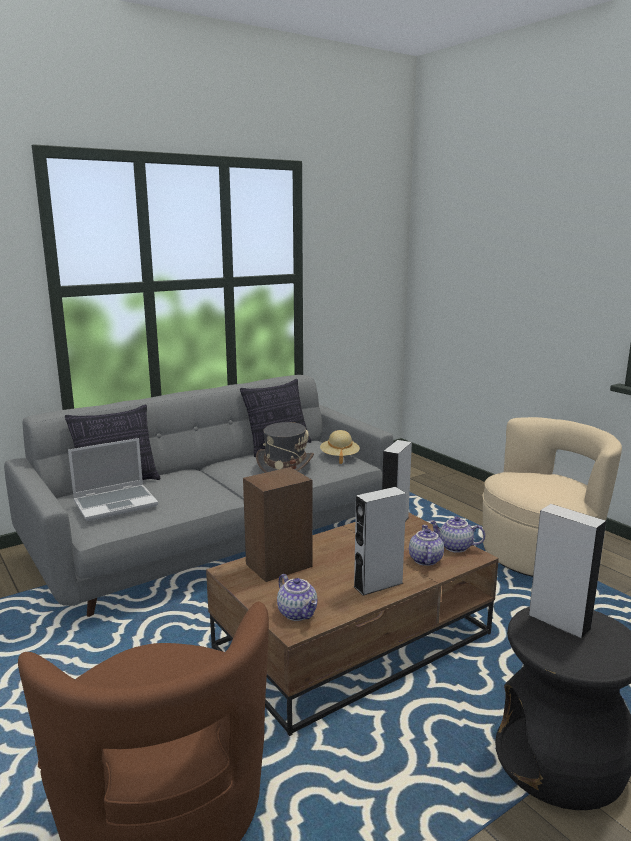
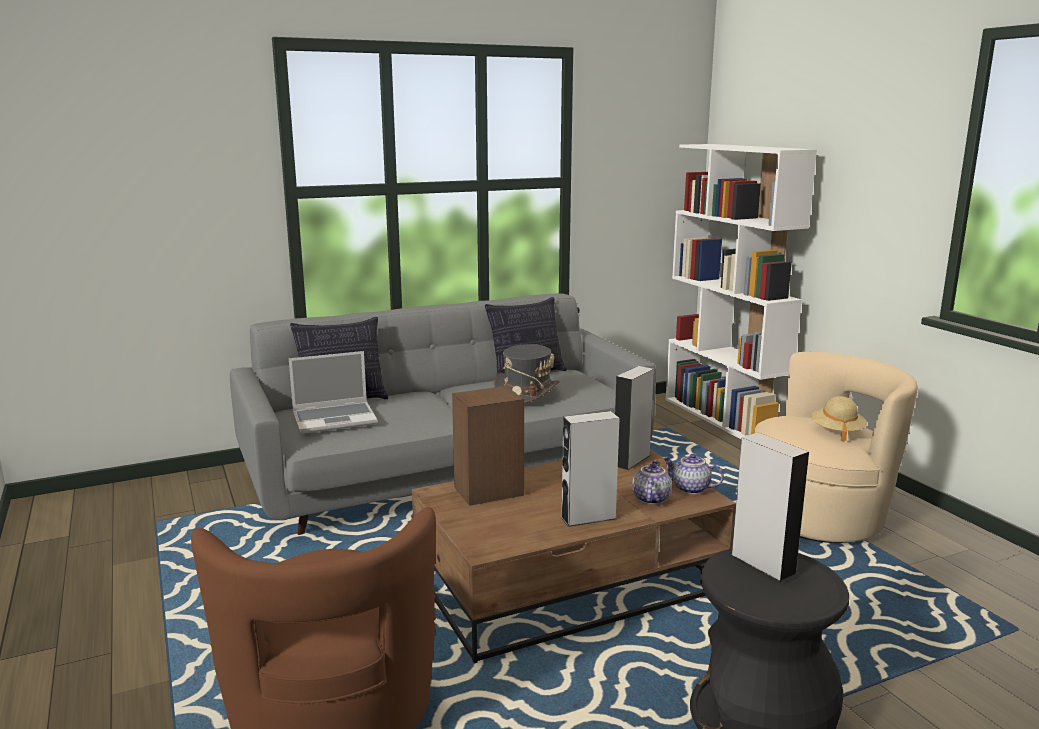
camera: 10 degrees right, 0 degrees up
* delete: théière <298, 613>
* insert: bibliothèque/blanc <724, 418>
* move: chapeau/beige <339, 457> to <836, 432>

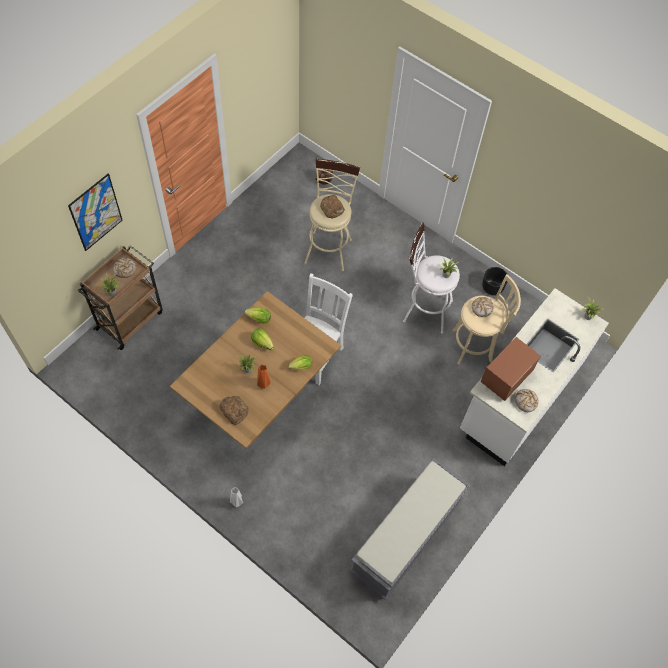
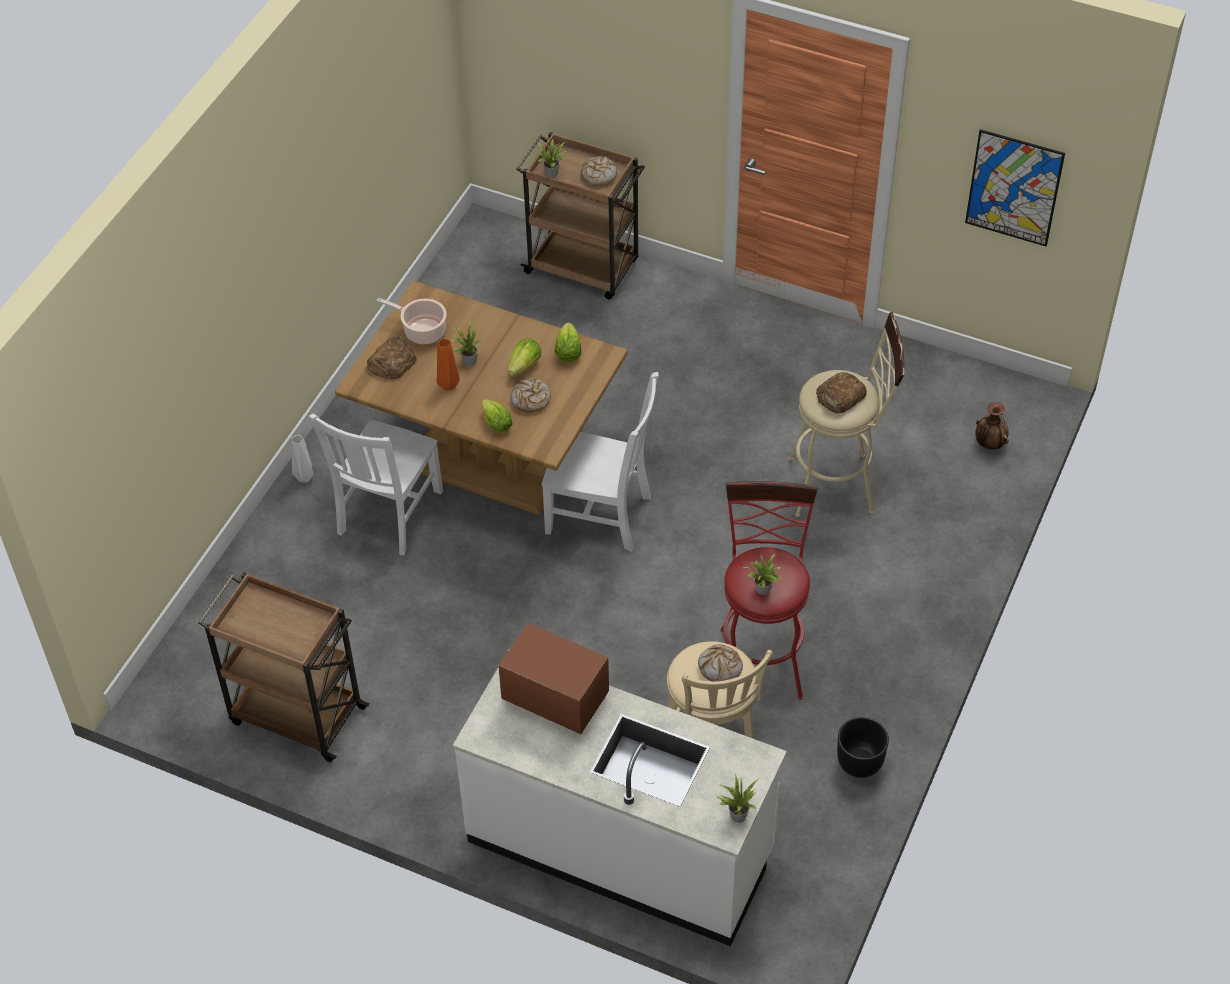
camera: 80 degrees right, 10 degrees down
* insert: chaise/blanc <388, 515>
* insert: marmite <422, 331>
* move: tableau <96, 212> to <1014, 188>
* move: pain <525, 402> to <530, 400>
* replace: banc/gris <406, 537> to chariot/marron <295, 714>
* recolor: tabouret/blanc <423, 309> to tabouret/rouge <761, 655>

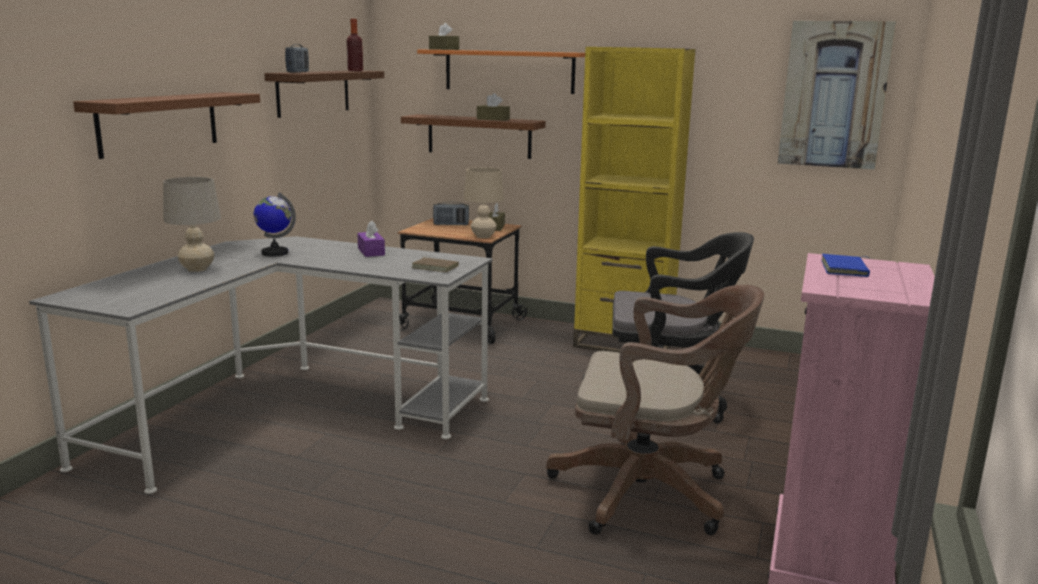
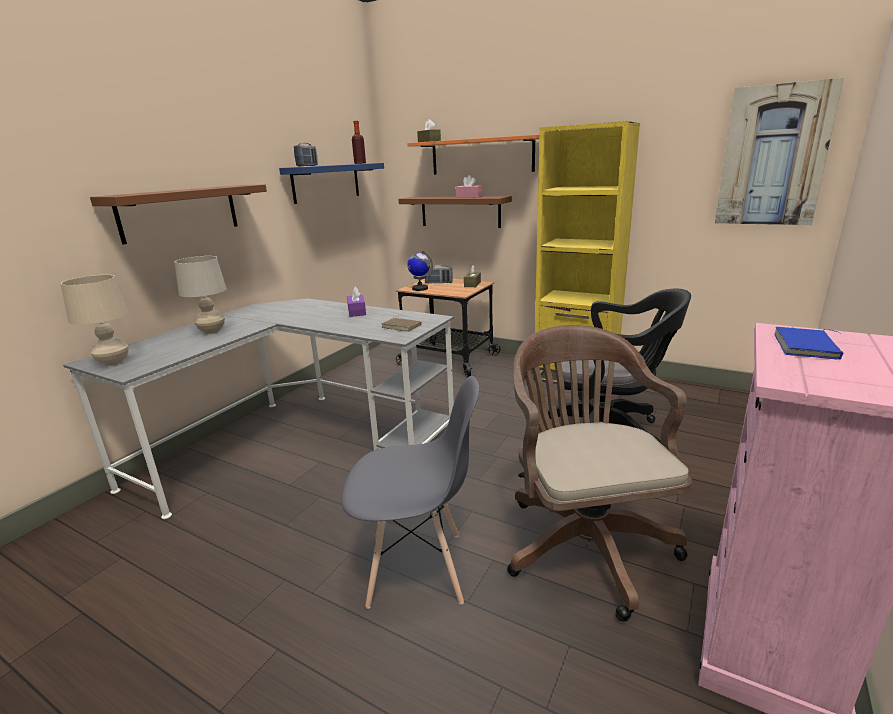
camera: 10 degrees right, 5 degrees up
* insert: chaise/gris <417, 569>
* move: globe <274, 253> to <420, 288>
* move: lampe de table/beige <483, 236> to <113, 362>
* recolor: étagère/marron <313, 92> to étagère/bleu <326, 182>
* recolor: boîte à mouchoirs/marron <493, 119> to boîte à mouchoirs/rose <469, 197>
* rotate: chaise de bureau/marron <650, 493> = <584, 540> 120 degrees counterclockwise

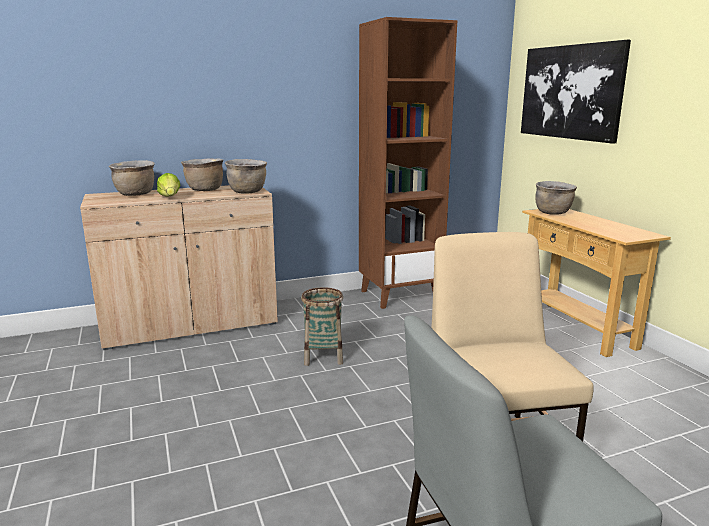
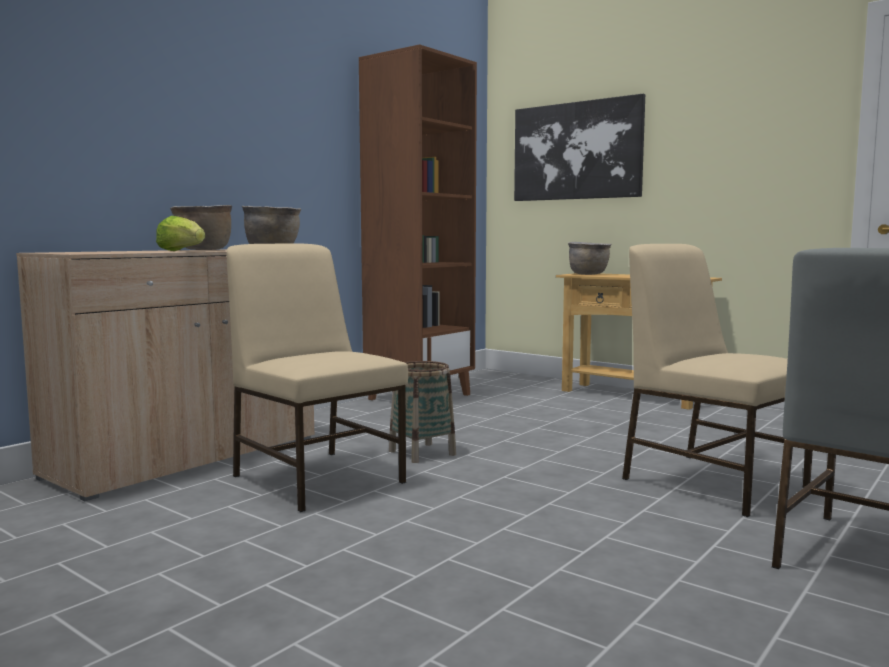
camera: 30 degrees left, 10 degrees down
* delete: marmite/marron <135, 194>
* insert: chaise/beige <317, 478>

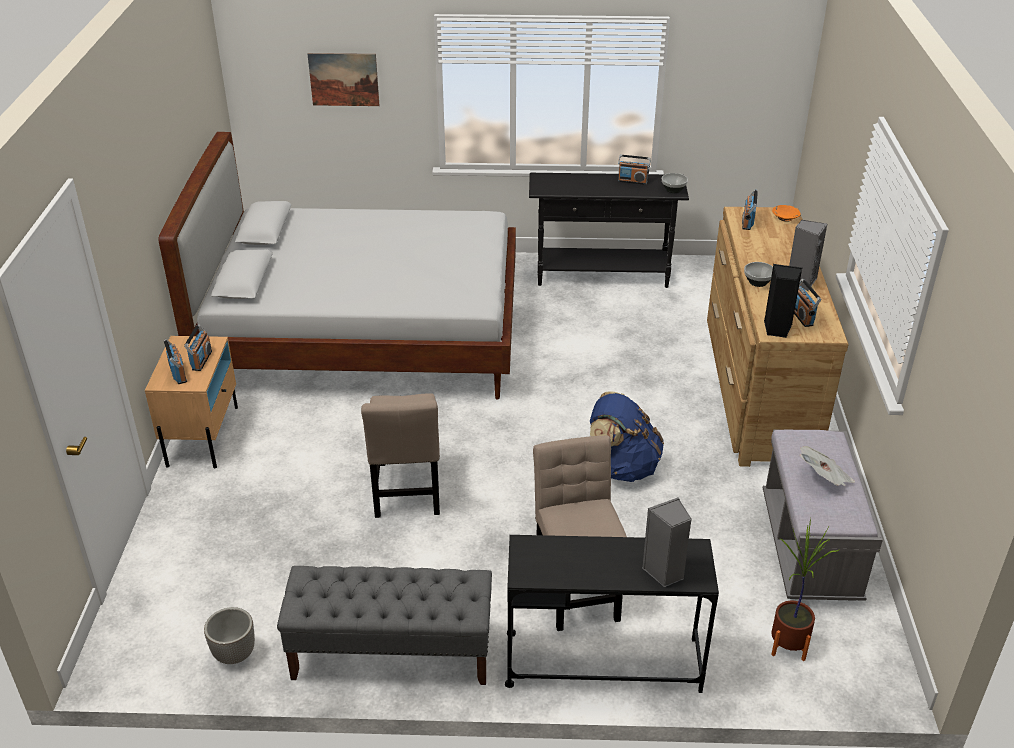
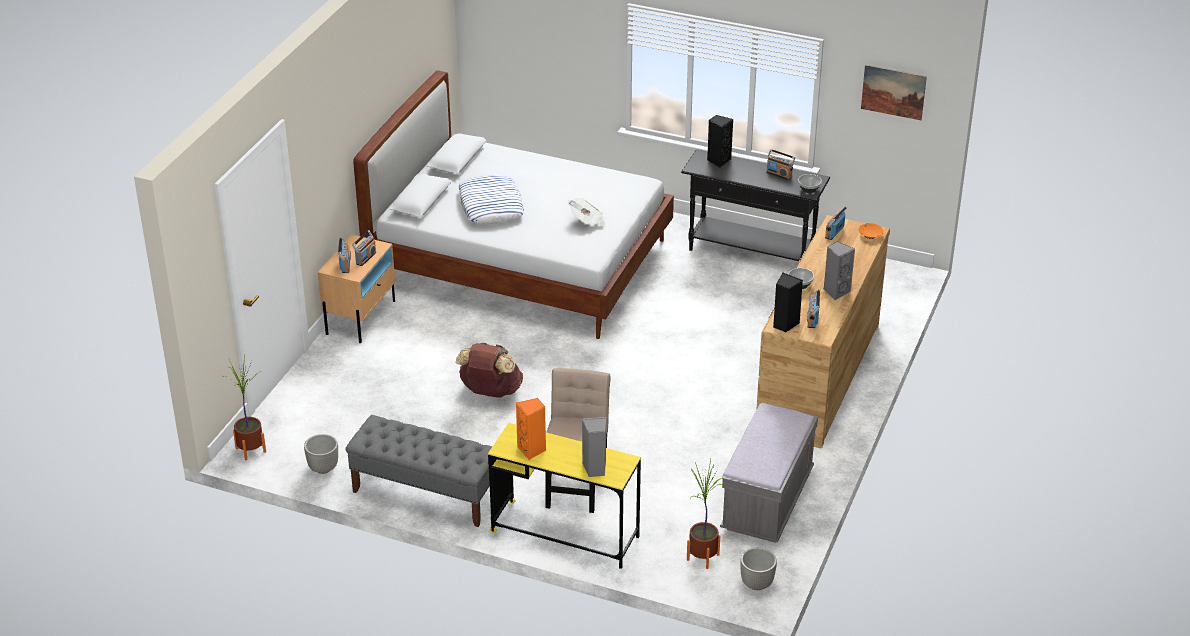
camera: 20 degrees right, 0 degrees up
* delete: sac à dos/bleu <622, 466>
* insert: plante en pot <250, 450>
* insert: coussin <491, 205>
* insert: enceinte/orange <532, 450>
* insert: enceinte/noir <718, 160>
* insert: cache-pot <756, 584>
* move: tableau <344, 79> to <893, 92>
* move: journal <824, 479> to <587, 221>
* replace: chaise/beige <407, 492> to sac à dos/marron <490, 392>
* recolor: bureau/noir <603, 663> to bureau/jaune <565, 534>

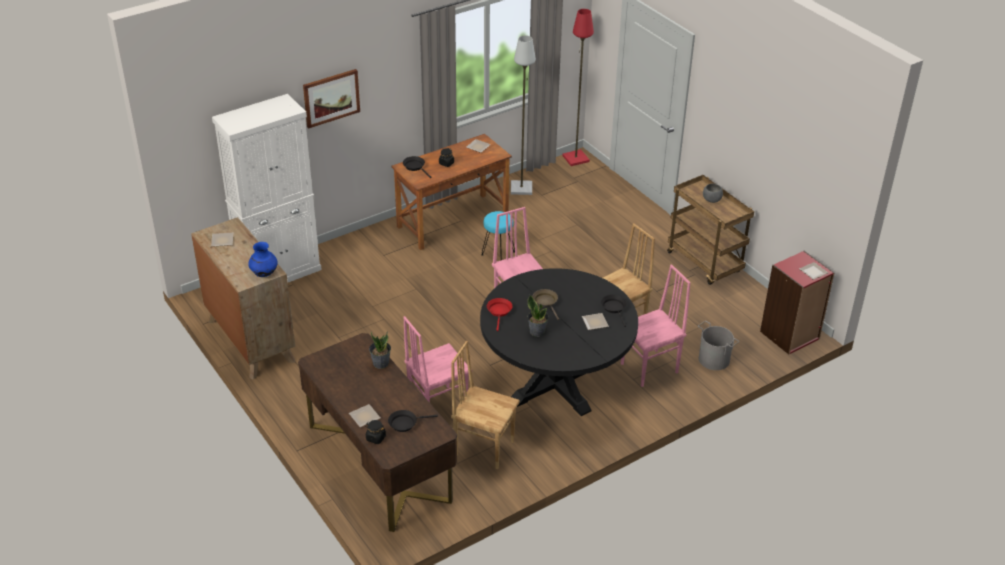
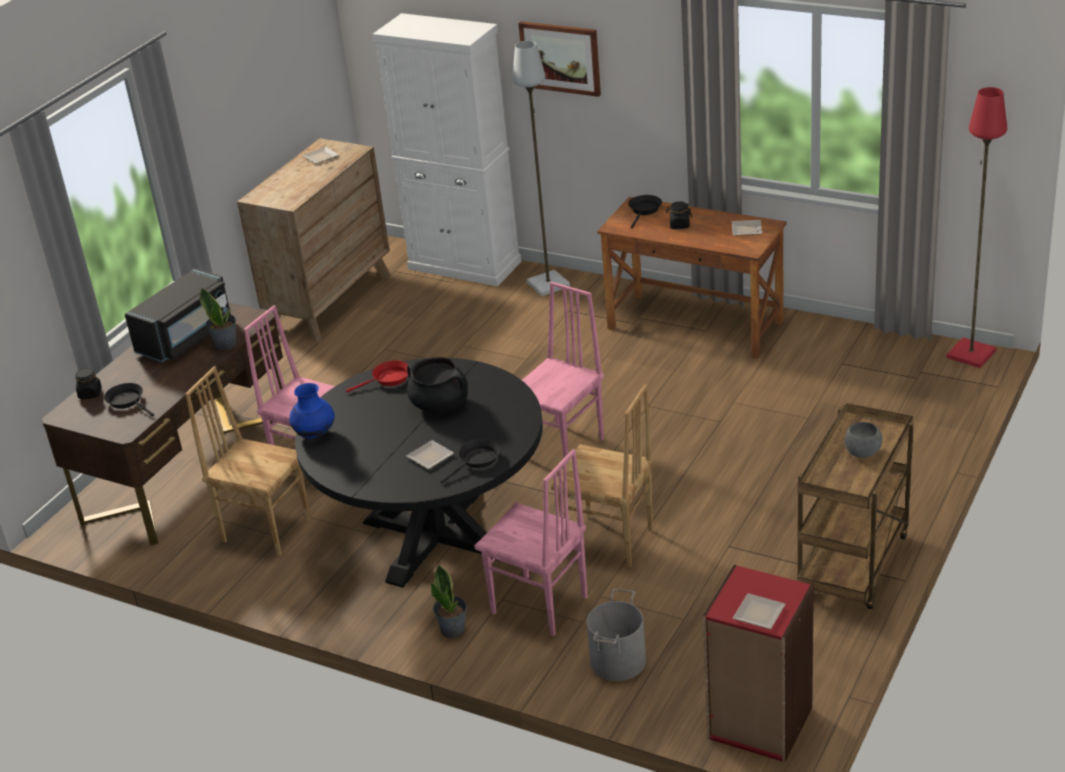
camera: 65 degrees right, 5 degrees down
* delete: assiette <363, 417>
* delete: tabouret/turquoise <498, 253>
* insert: micro-ondes/noir <186, 337>
* move: vase/bleu <264, 273> to <315, 434>
* move: lampadaire/gris <521, 188> to <549, 284>
* move: plante en pot <537, 331> to <453, 629>
* replace: poêle/marron <546, 303> to marmite/noir <440, 405>
* rotate: chaise/marron <484, 447> = <266, 529> 60 degrees counterclockwise

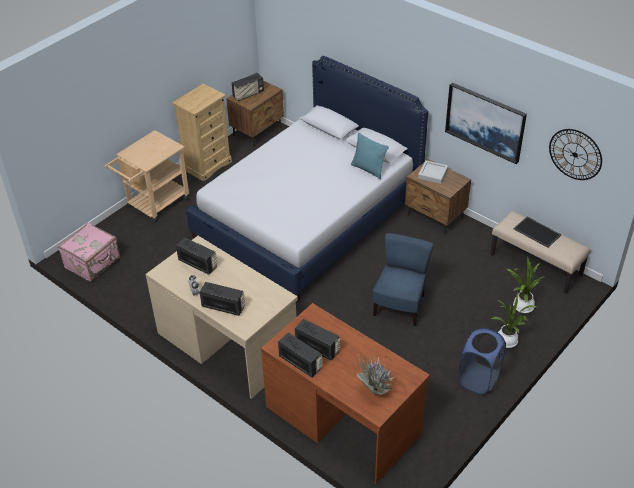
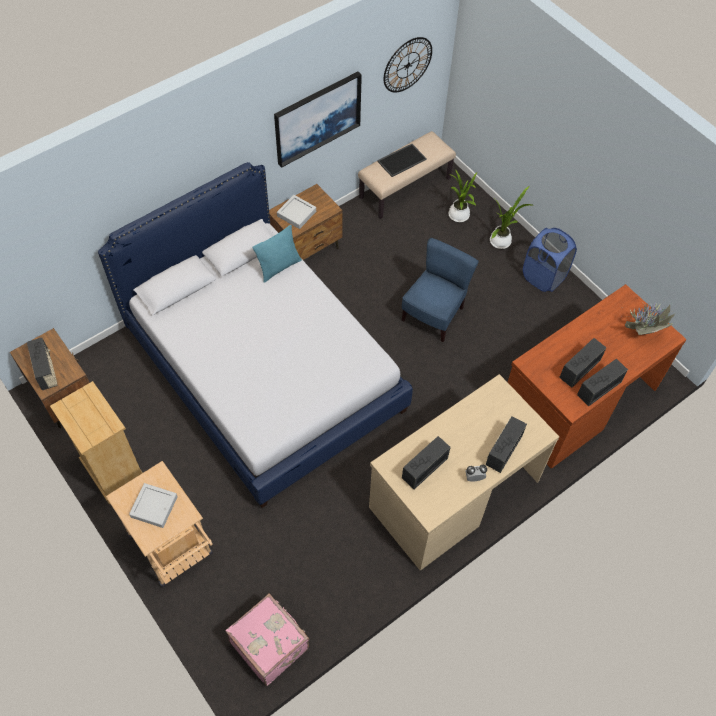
camera: 80 degrees left, 15 degrees up
* insert: plateau/gris <154, 507>
* rotate: chaise/bleu <400, 305> = <433, 315> 90 degrees clockwise

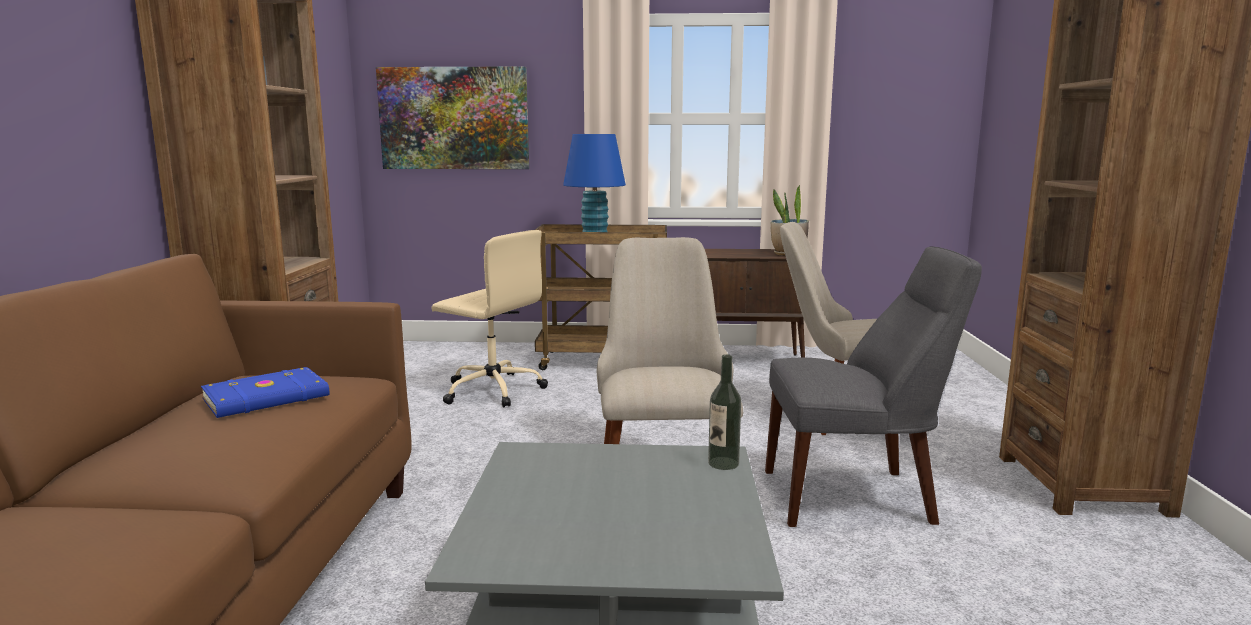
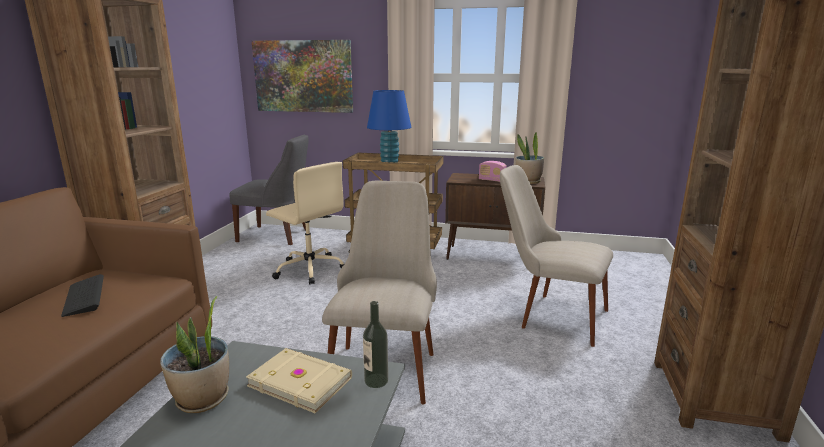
camera: 10 degrees right, 5 degrees up
* insert: plante en pot <203, 399>
* insert: livre/beige <300, 381>
* insert: radio <492, 180>
* move: chaise/gris <855, 497> to <277, 236>
* replace: livre/bleu <267, 398> to clavier <84, 296>

